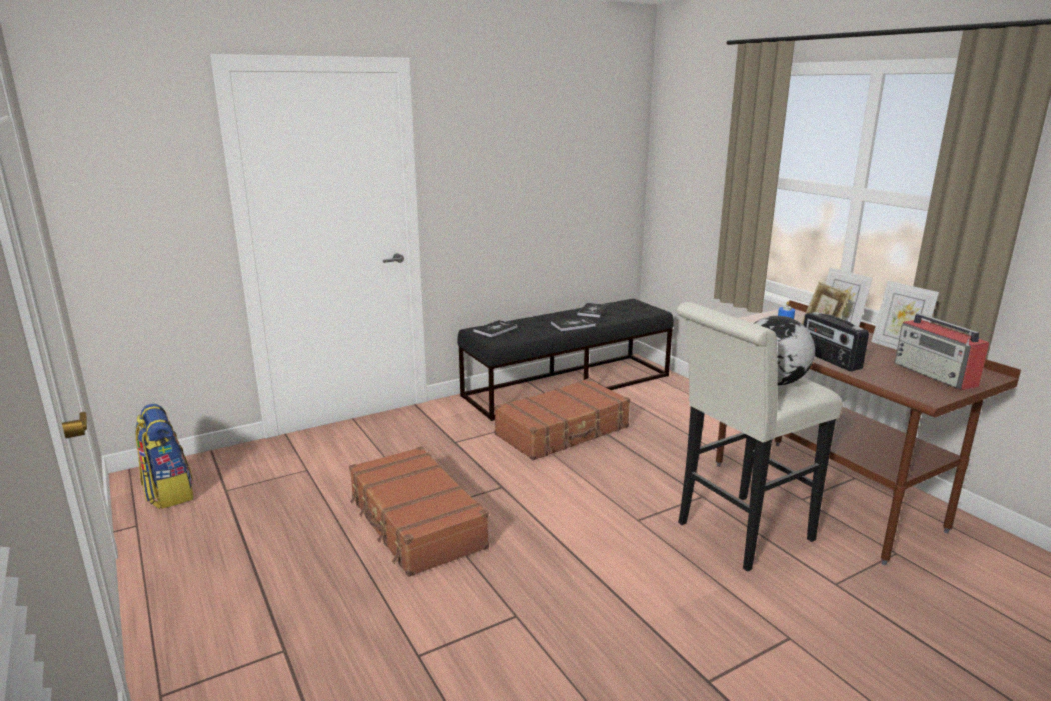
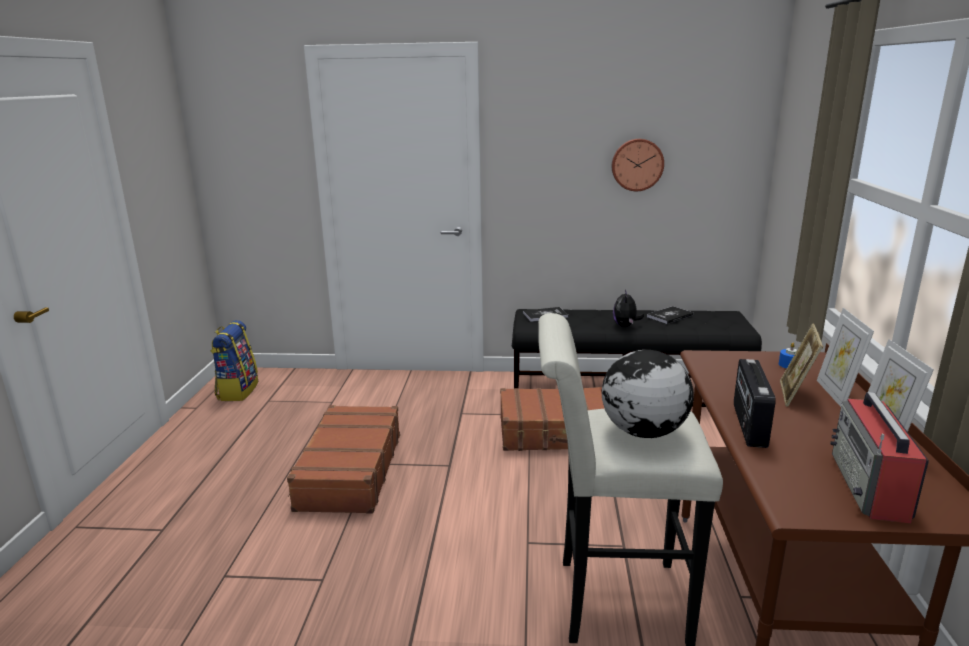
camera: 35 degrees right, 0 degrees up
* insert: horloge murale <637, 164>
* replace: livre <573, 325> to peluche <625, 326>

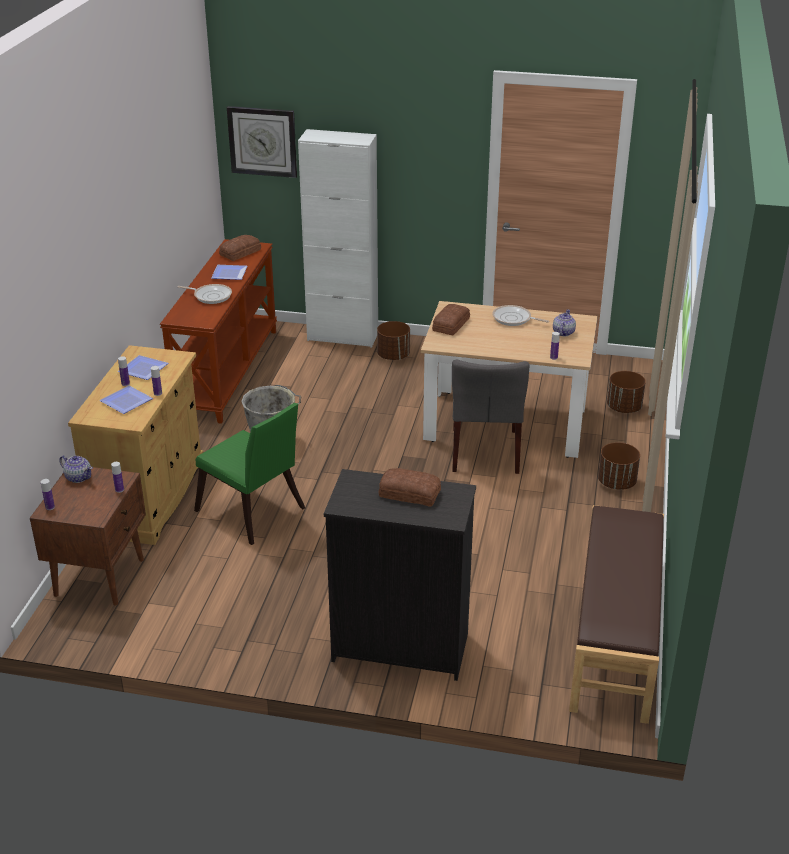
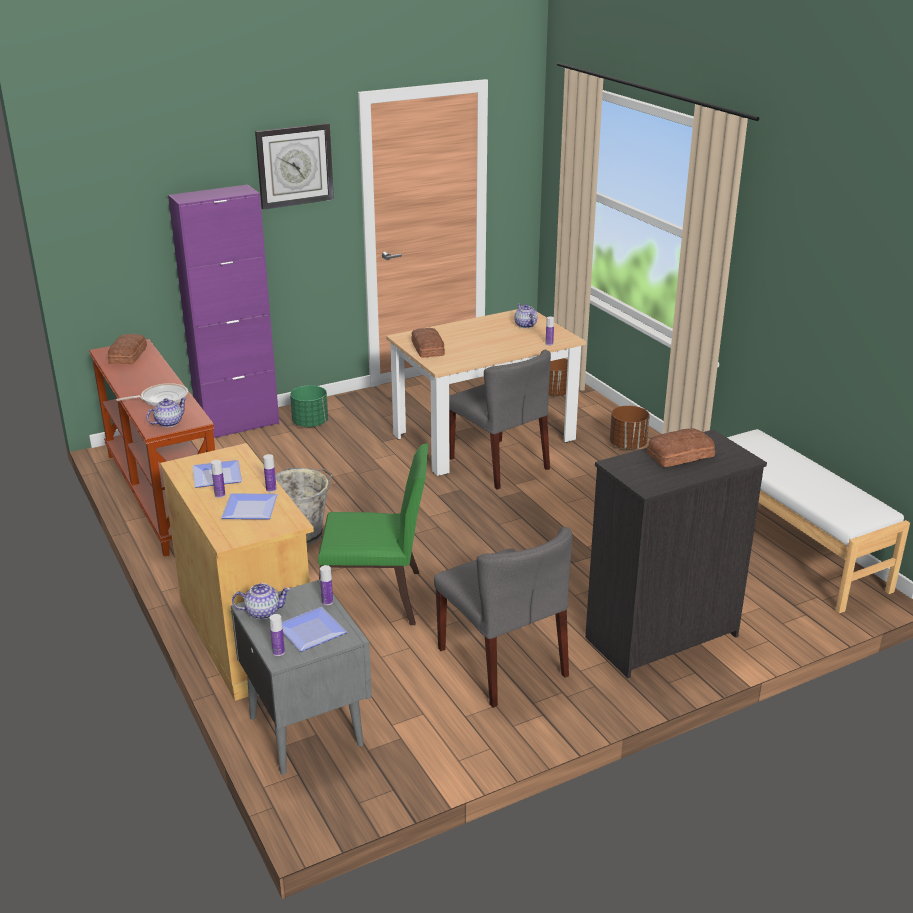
camera: 40 degrees left, 5 degrees down
* delete: poêle <514, 319>
* insert: théière <168, 423>
* insert: chaise/gris <503, 662>
* move: assiette <228, 274> to <311, 633>
* move: horloge murale <262, 141> to <294, 165>
* recolor: table de chevet/marron <101, 576> to table de chevet/gris <306, 729>
* recolor: meuble de rangement/blanc <342, 337> to meuble de rangement/violet <238, 425>
* recolor: cache-pot/marron <393, 356> to cache-pot/vert <310, 423>
* recolor: banc/marron <616, 638> to banc/blanc <789, 548>

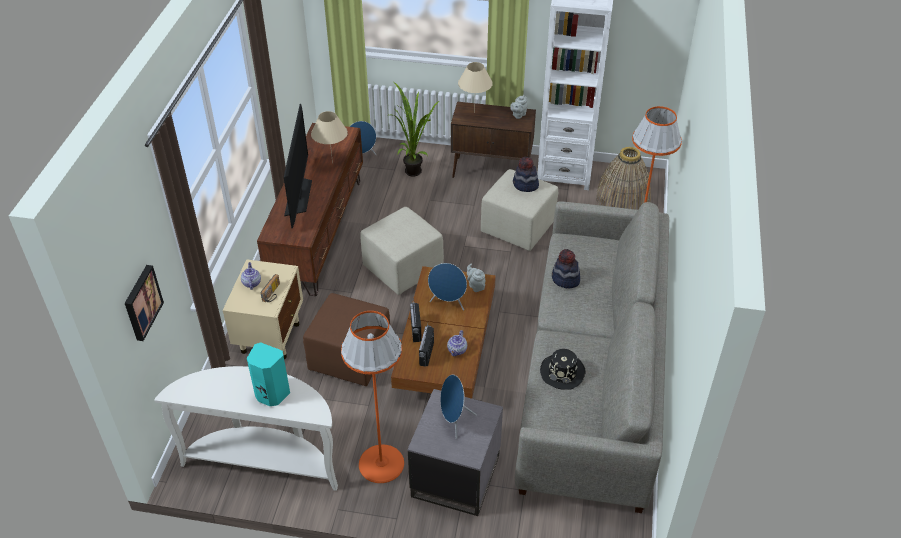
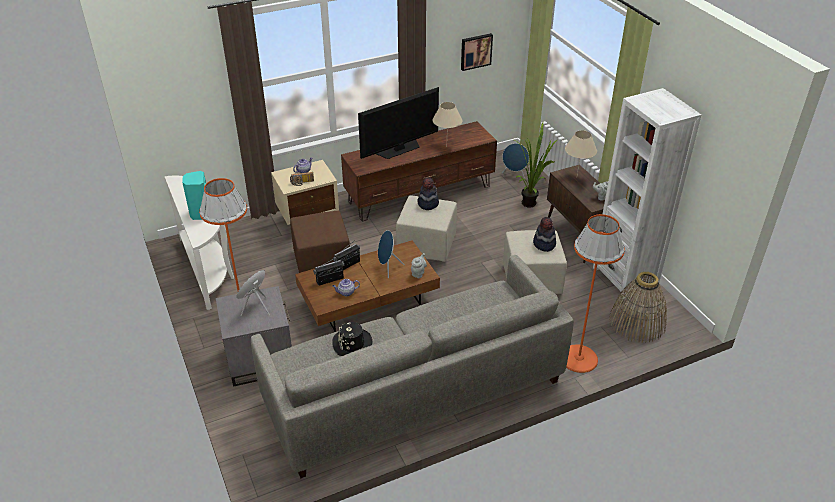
camera: 55 degrees right, 5 degrees down
* move: tableau <141, 302> to <475, 51>
* move: chapeau <565, 279> to <427, 203>

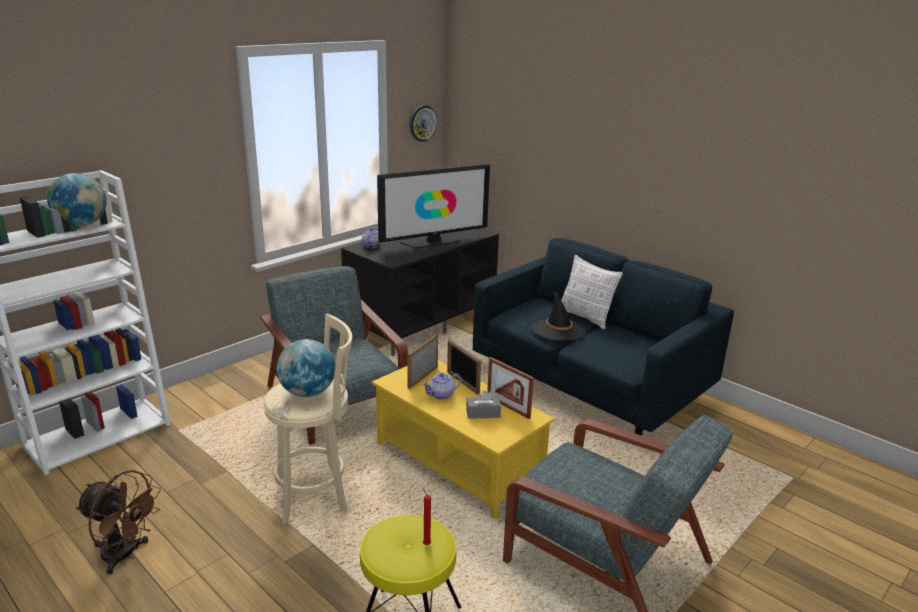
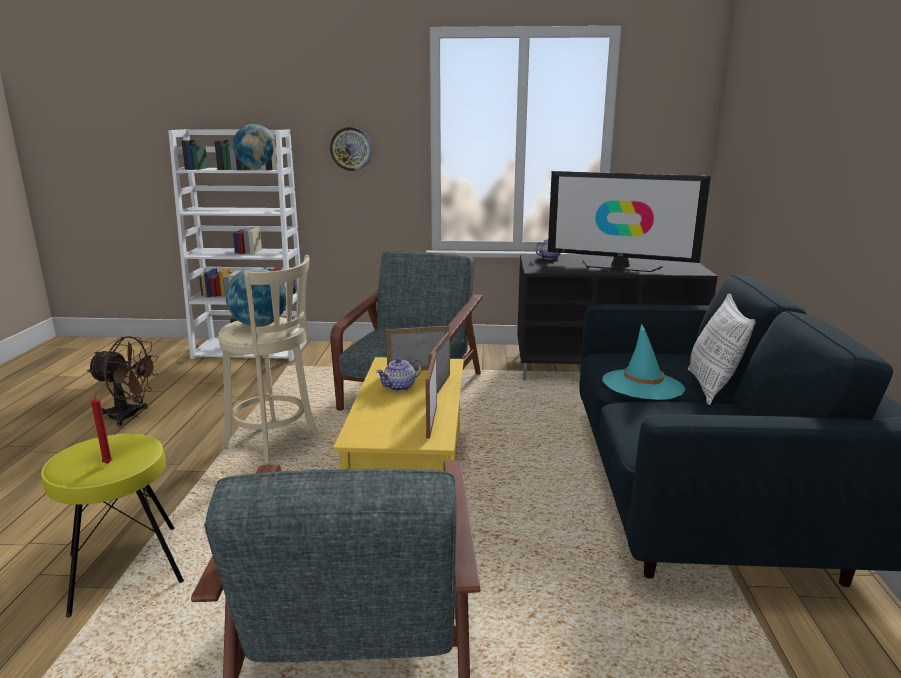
camera: 50 degrees right, 5 degrees down
* delete: boîte à mouchoirs/gris <483, 413>
* move: horloge murale <422, 123> to <351, 149>
* recolor: chapeau/noir <558, 330> to chapeau/turquoise <642, 385>
* rotate: ventilateur/marron <125, 555> = <130, 416> 60 degrees counterclockwise
* rotate: théière <441, 395> = <399, 387> 60 degrees counterclockwise

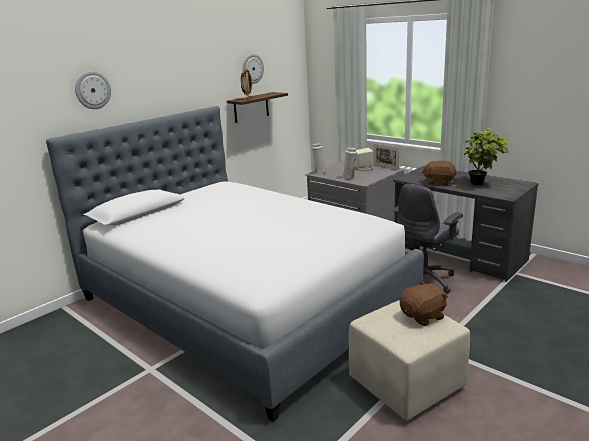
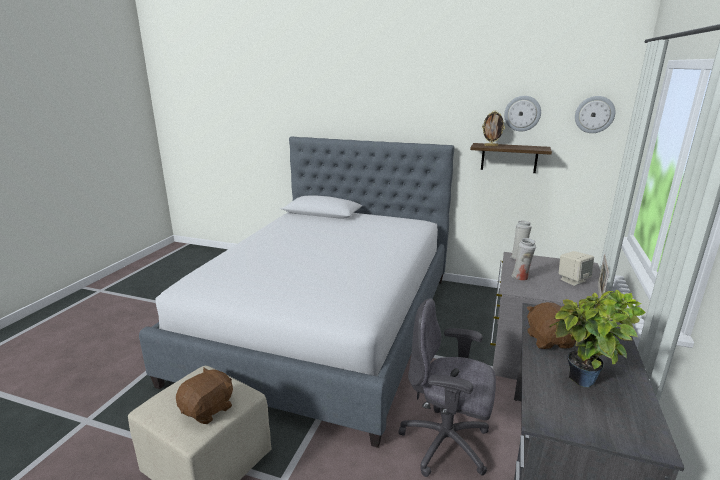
camera: 65 degrees right, 0 degrees up
* move: horloge murale <92, 90> to <594, 114>
* rotate: peluche/marron <423, 316> = <208, 409> 90 degrees counterclockwise

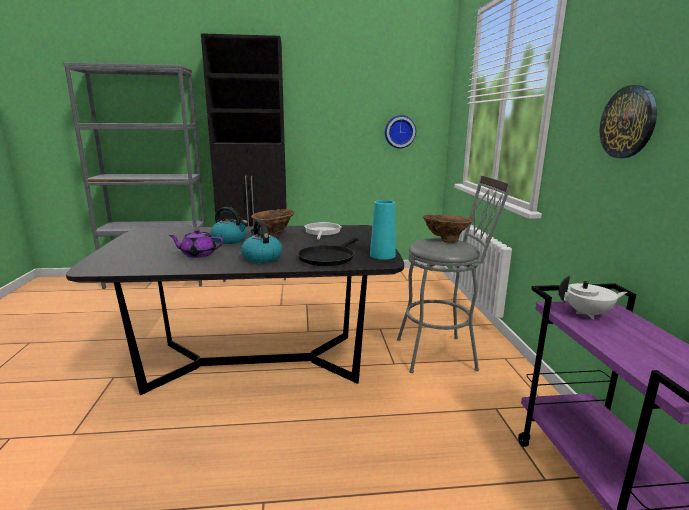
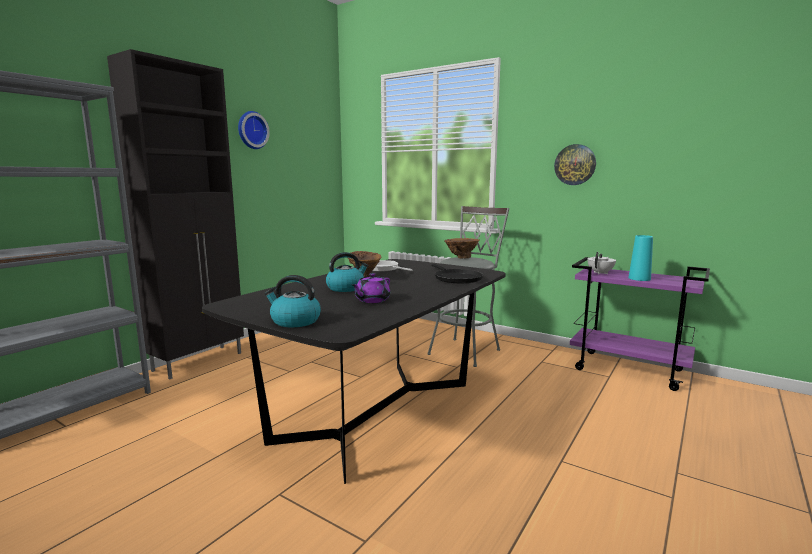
camera: 50 degrees left, 5 degrees down
* move: bouilloire <261, 258> to <294, 321>
* move: vase/turquoise <382, 255> to <639, 278>
* move: horloge murale <399, 132> to <251, 130>

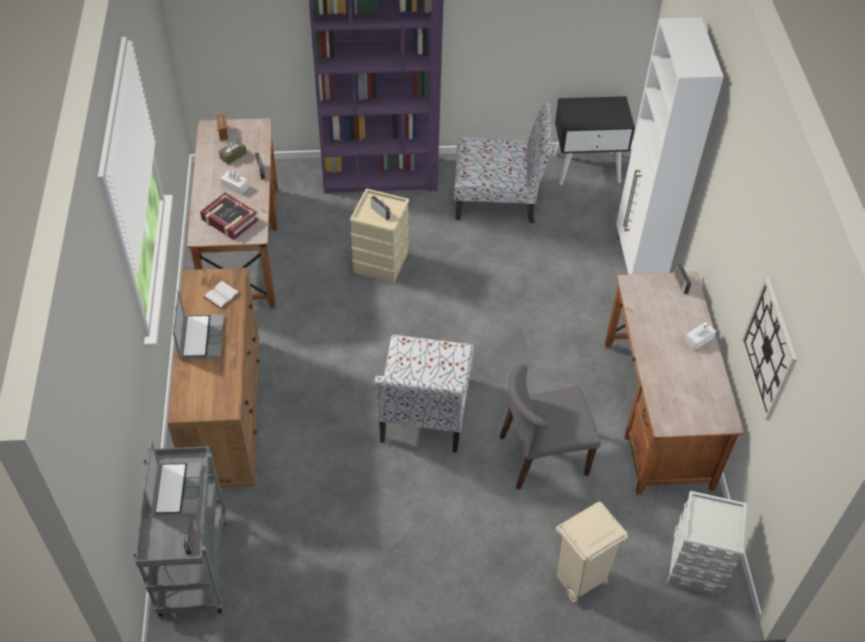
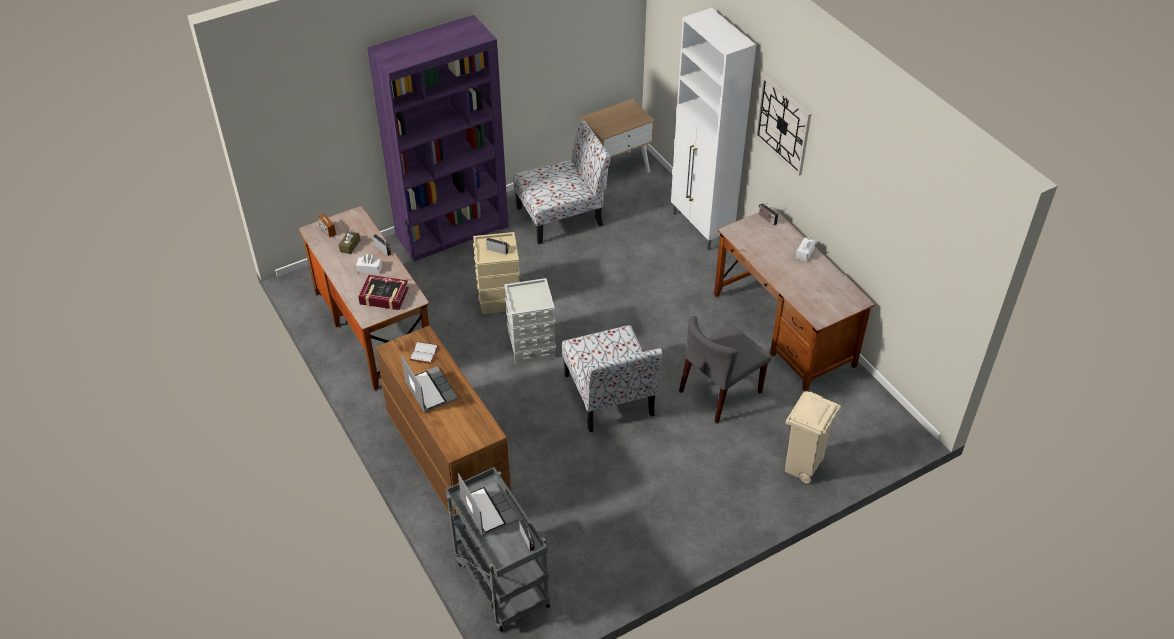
camera: 25 degrees left, 5 degrees down
* move: boîte de rangement/gris <696, 567> to <532, 346>
* move: horloge murale <769, 349> to <783, 125>
* recolor: table de chevet/noir <587, 168> to table de chevet/beige <617, 169>

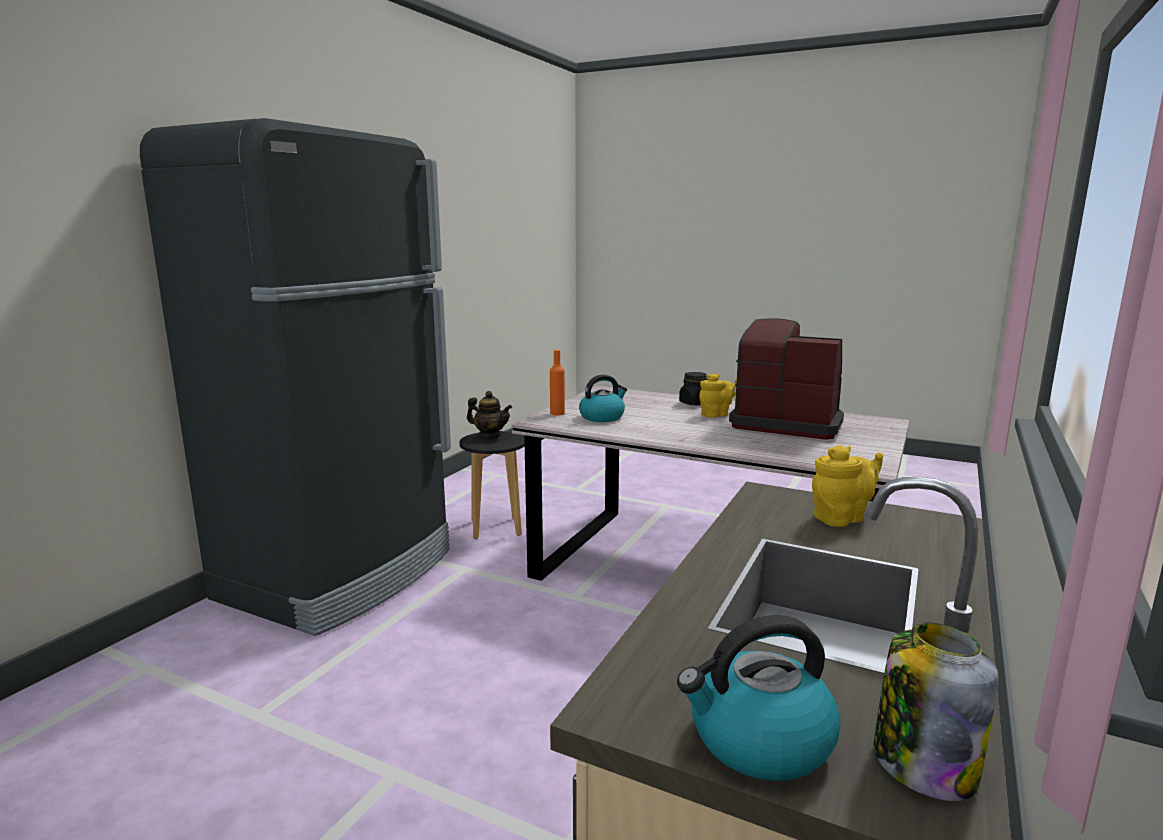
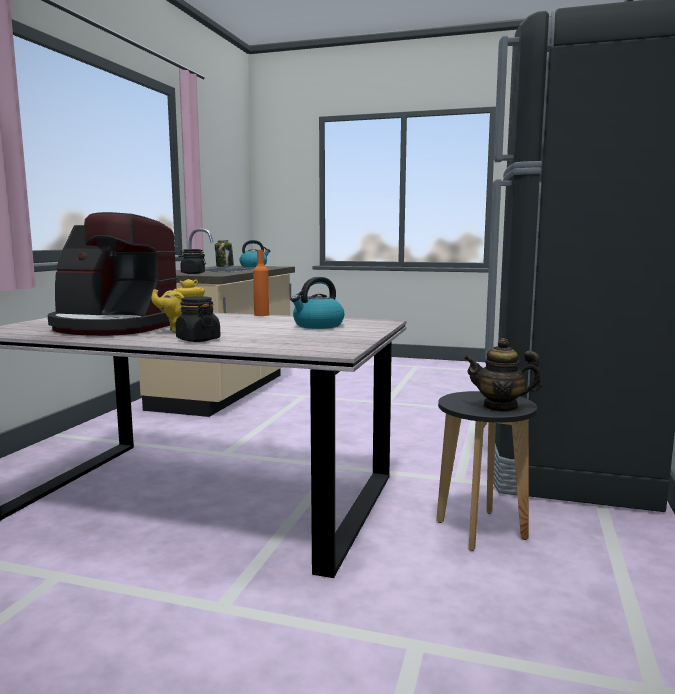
camera: 170 degrees right, 5 degrees down
* move: bouteille/orange <557, 413> to <261, 315>
* replace: théière/jaune <842, 518> to bocal/noir <192, 273>

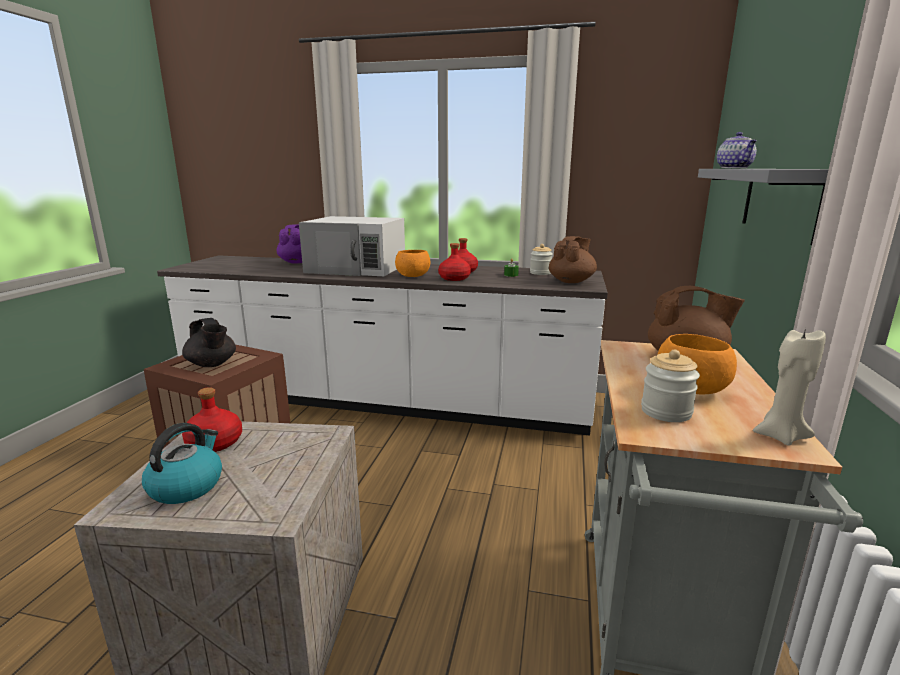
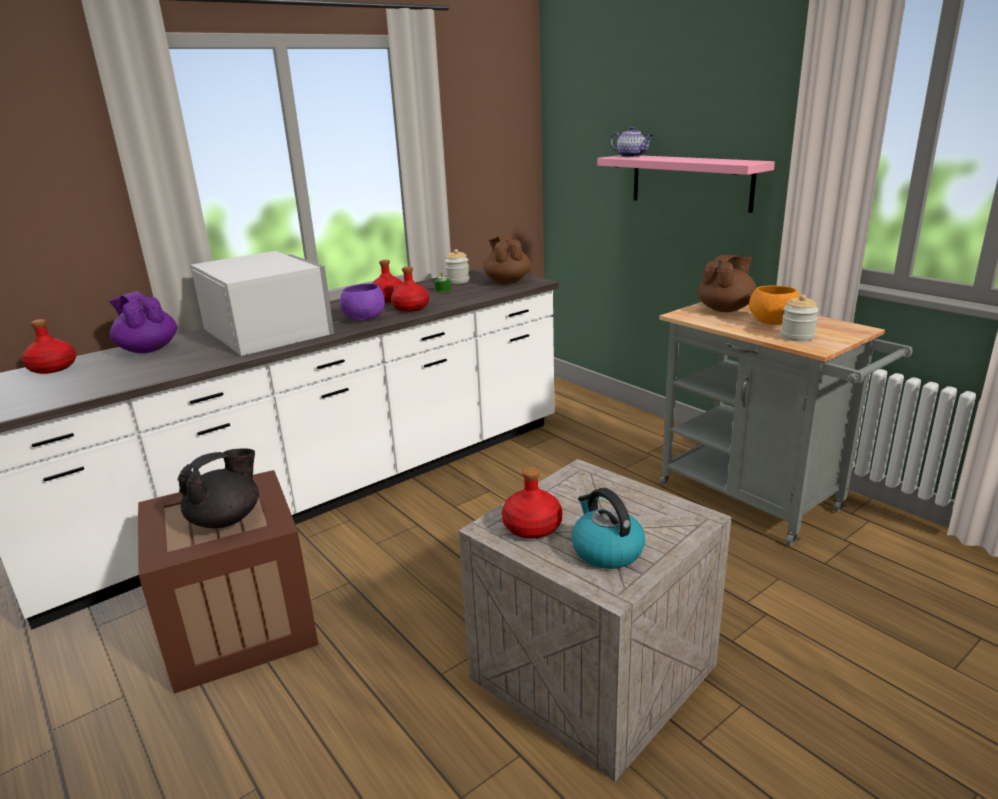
camera: 50 degrees left, 5 degrees up
* delete: bougie/beige <780, 436>
* insert: bouteille/rouge <52, 368>
* recolor: bol/orange <413, 276> to bol/violet <364, 318>
* recolor: étagère/gris <780, 201> to étagère/rose <690, 182>
* rotate: théière/noir <212, 364> = <226, 519> 45 degrees counterclockwise
* rotate: micro-ondes/blanc <357, 268> = <266, 331> 90 degrees counterclockwise

